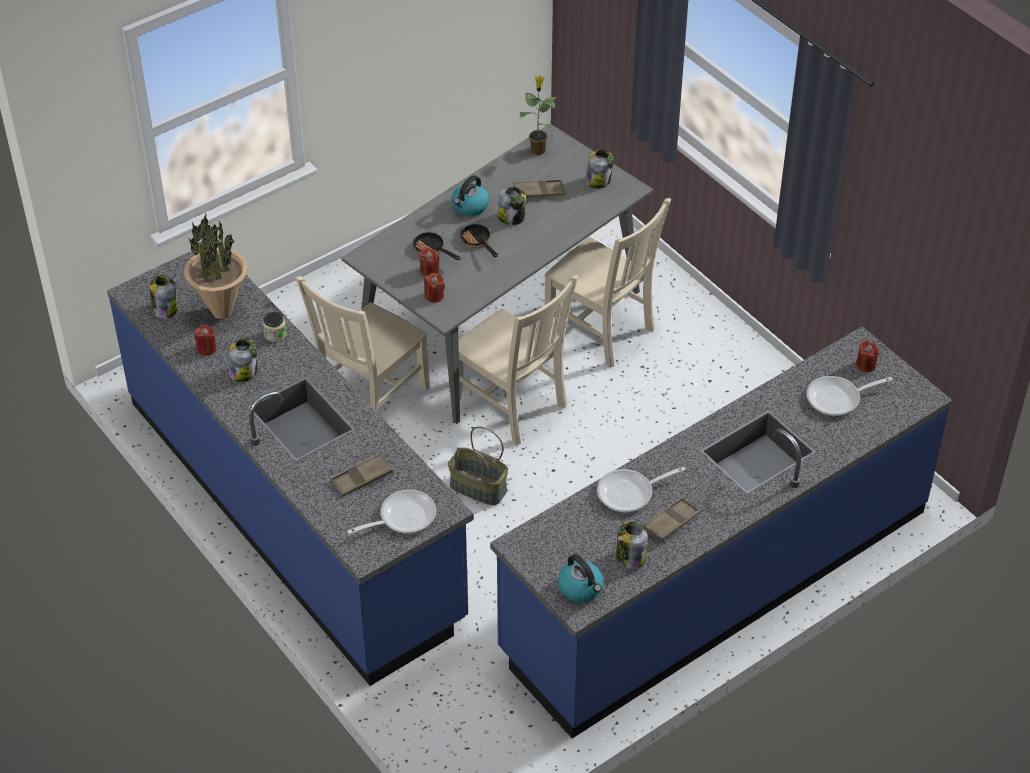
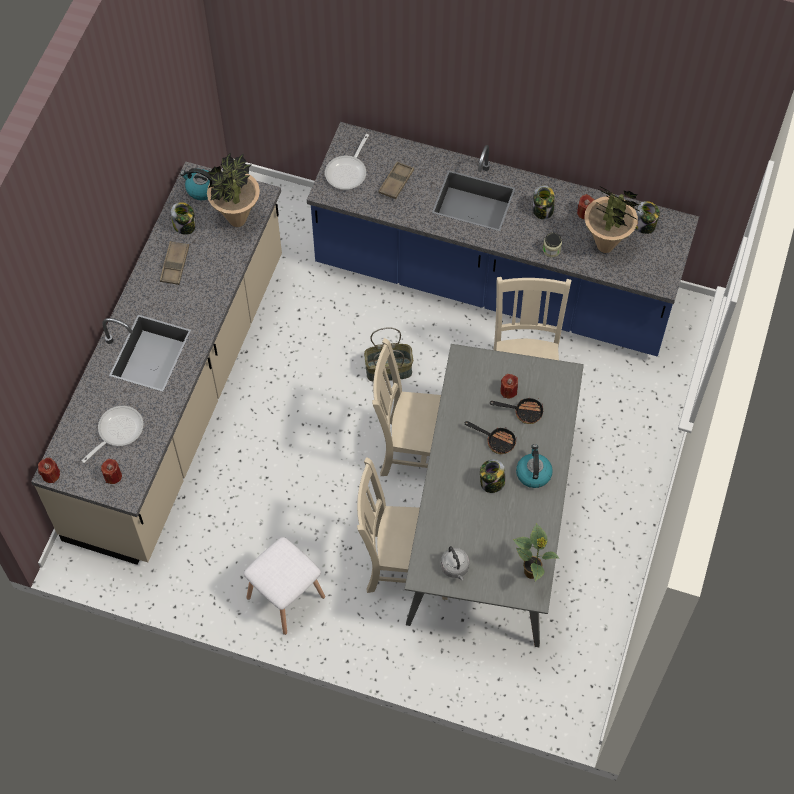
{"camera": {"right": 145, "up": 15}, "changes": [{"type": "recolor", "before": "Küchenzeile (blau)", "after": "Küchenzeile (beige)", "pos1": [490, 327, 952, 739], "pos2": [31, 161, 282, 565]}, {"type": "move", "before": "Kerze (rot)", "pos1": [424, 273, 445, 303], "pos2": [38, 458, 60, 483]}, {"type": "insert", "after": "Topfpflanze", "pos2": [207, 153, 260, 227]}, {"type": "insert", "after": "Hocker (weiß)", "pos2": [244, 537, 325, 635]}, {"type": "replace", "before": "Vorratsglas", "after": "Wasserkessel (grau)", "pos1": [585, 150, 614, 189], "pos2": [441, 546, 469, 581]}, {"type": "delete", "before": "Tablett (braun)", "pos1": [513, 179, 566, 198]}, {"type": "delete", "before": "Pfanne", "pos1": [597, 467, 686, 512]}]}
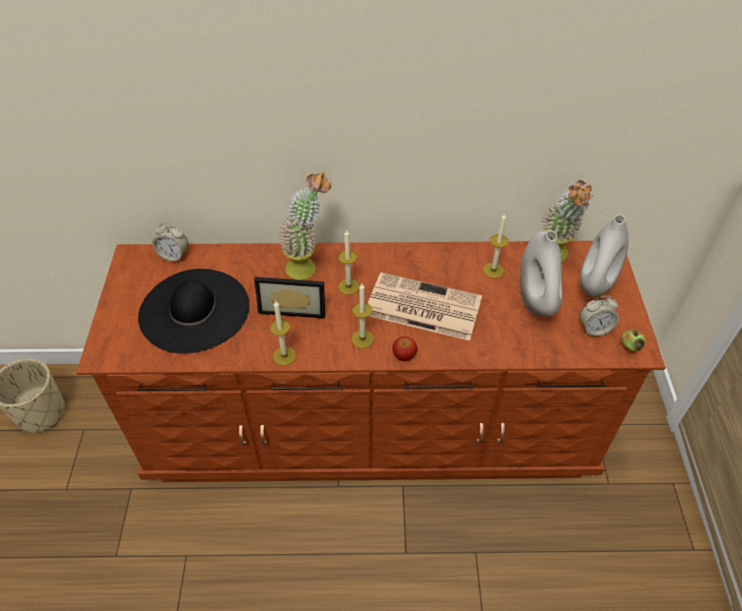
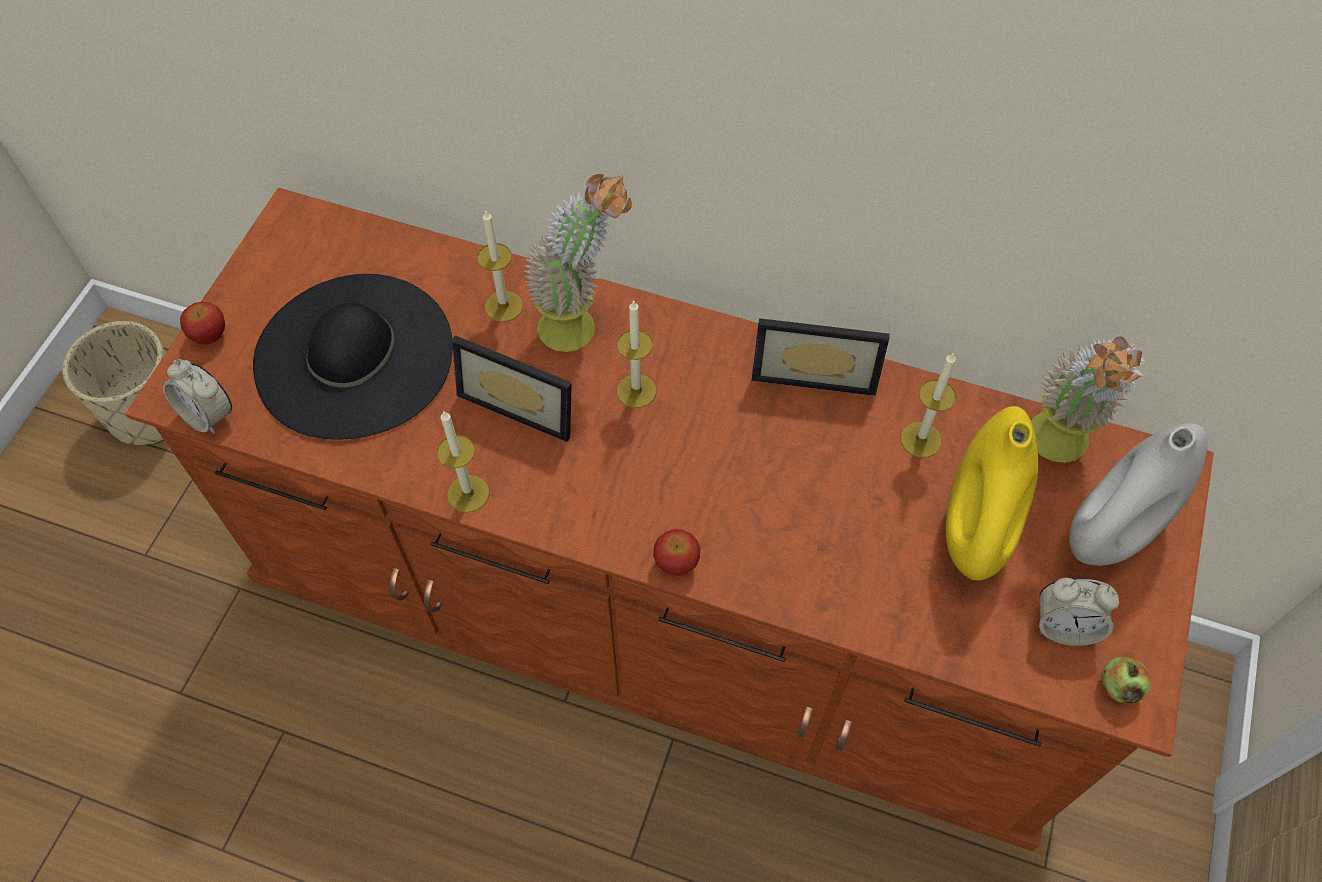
{"camera": {"right": 20, "up": 10}, "changes": [{"type": "move", "before": "Wecker", "pos1": [153, 223, 188, 262], "pos2": [162, 359, 232, 434]}, {"type": "insert", "after": "Apfel", "pos2": [180, 302, 225, 345]}, {"type": "move", "before": "Kerze", "pos1": [352, 284, 374, 348], "pos2": [477, 211, 523, 322]}, {"type": "insert", "after": "Bilderrahmen", "pos2": [752, 318, 890, 396]}, {"type": "recolor", "before": "Vase (weiß)", "after": "Vase (gelb)", "pos1": [520, 230, 562, 317], "pos2": [946, 406, 1038, 581]}, {"type": "delete", "before": "Zeitung", "pos1": [368, 272, 482, 341]}]}
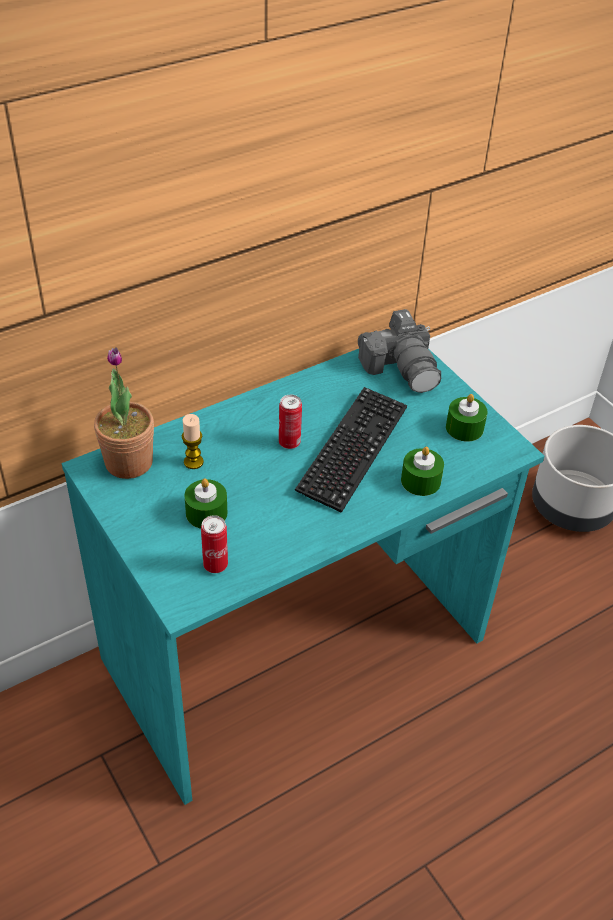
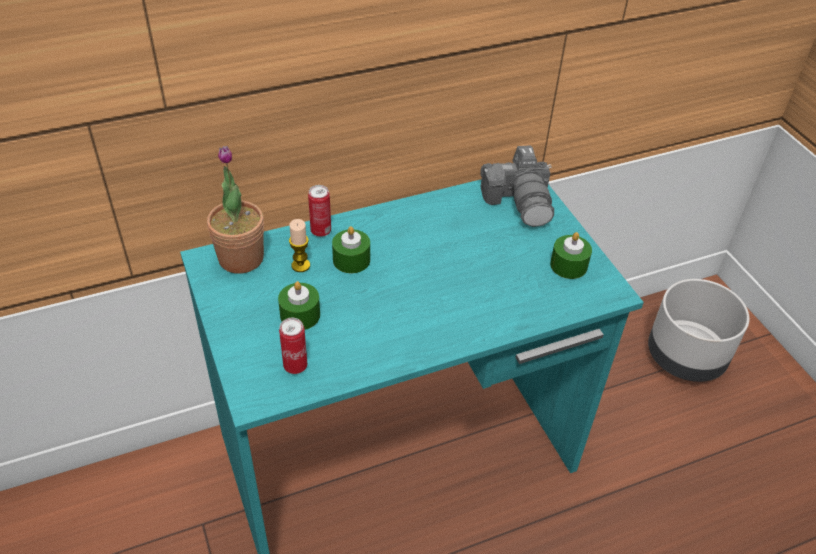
{"camera": {"right": 10, "up": 0}, "changes": [{"type": "move", "before": "Dose", "pos1": [279, 395, 302, 449], "pos2": [308, 185, 331, 237]}, {"type": "move", "before": "Kerze (grün)", "pos1": [401, 447, 444, 496], "pos2": [332, 226, 370, 273]}, {"type": "delete", "before": "Tastatur", "pos1": [295, 387, 407, 513]}]}
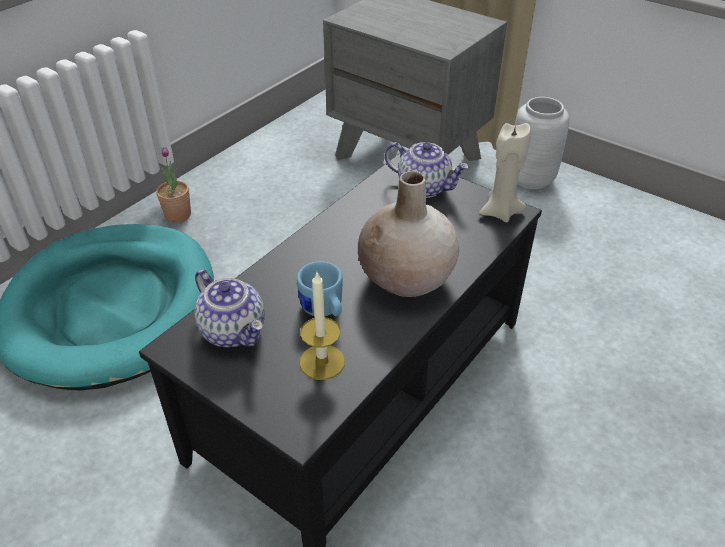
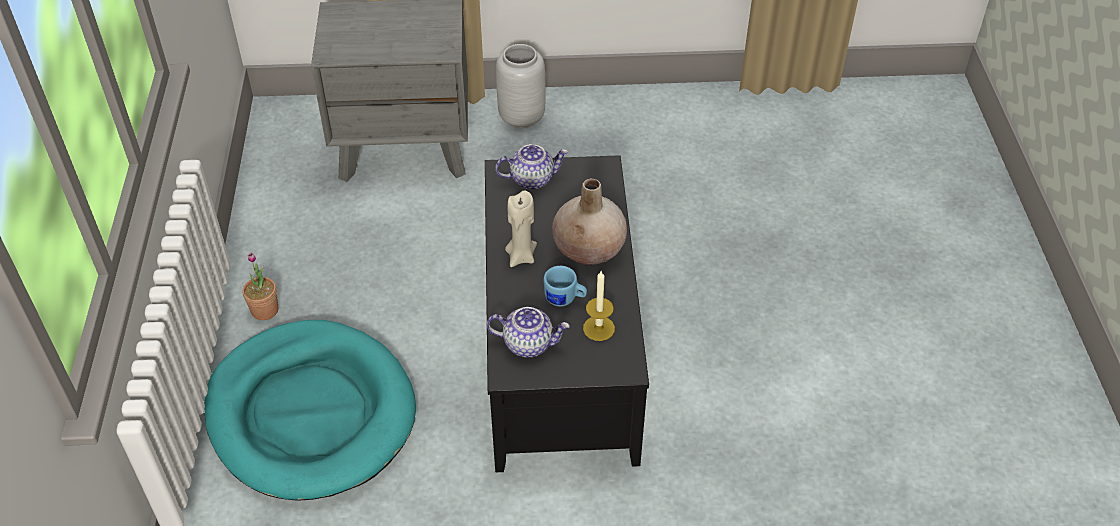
{"camera": {"right": -40, "up": 5}, "changes": [{"type": "move", "before": "Kerze (beige)", "pos1": [479, 123, 531, 222], "pos2": [505, 190, 537, 267]}]}
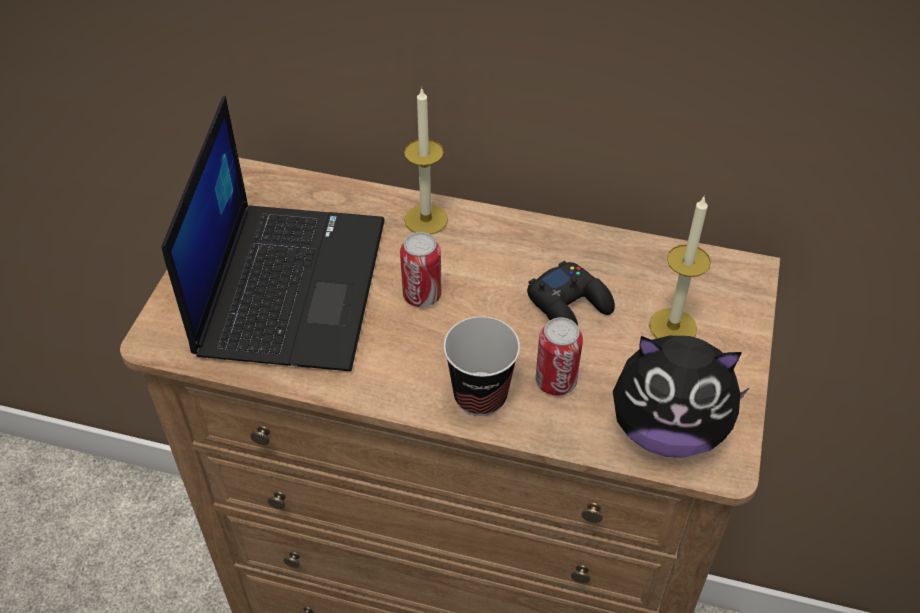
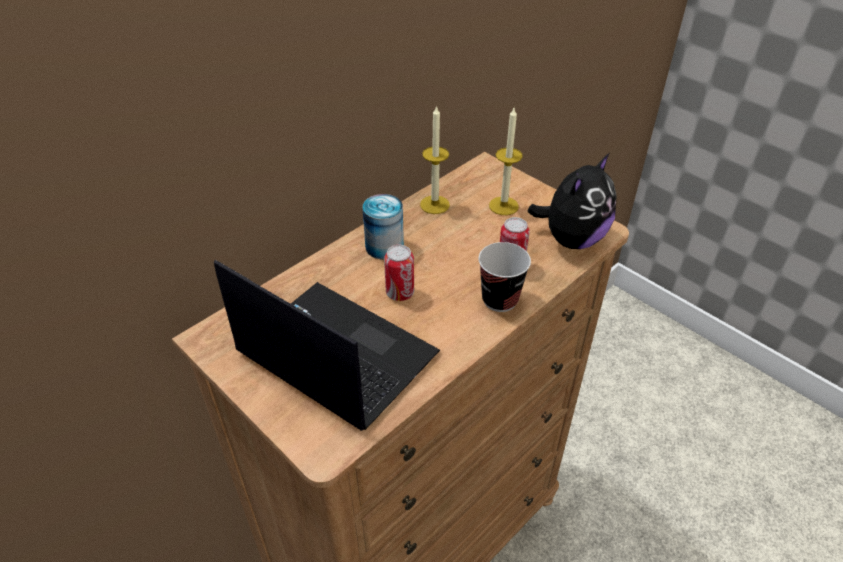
{"camera": {"right": -60, "up": -5}, "changes": [{"type": "insert", "after": "Dose", "pos2": [362, 194, 404, 260]}, {"type": "move", "before": "Kerze", "pos1": [404, 87, 448, 235], "pos2": [420, 105, 450, 214]}, {"type": "delete", "before": "Gamepad (schwarz)", "pos1": [527, 261, 615, 326]}]}
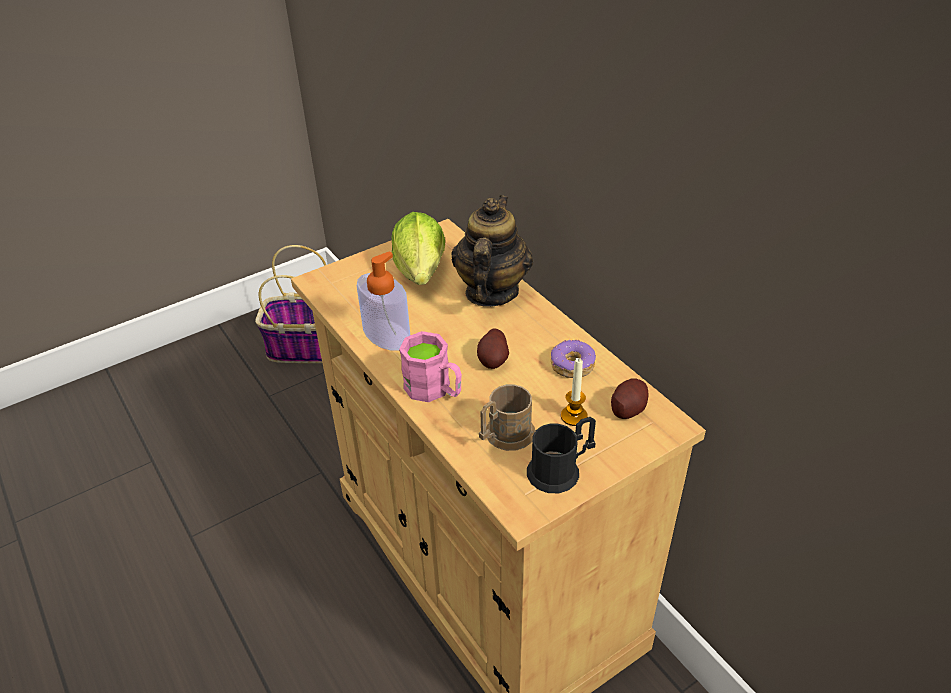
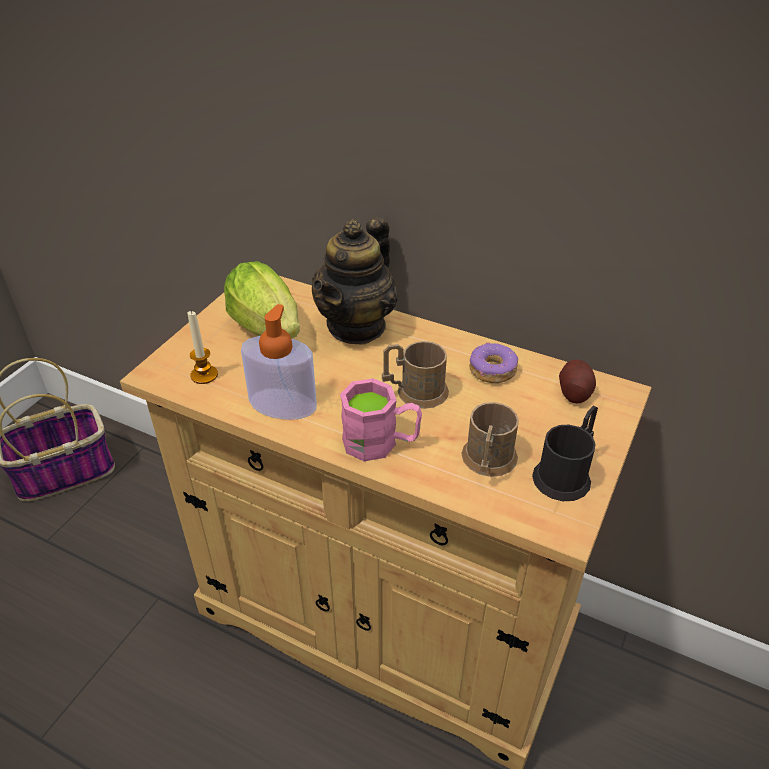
{"camera": {"right": -30, "up": 0}, "changes": [{"type": "move", "before": "Kerze", "pos1": [561, 358, 588, 426], "pos2": [187, 311, 218, 384]}, {"type": "rotate", "before": "Teekanne", "pos1": [452, 195, 533, 307], "pos2": [312, 217, 398, 344], "turn": -135}, {"type": "replace", "before": "Kartoffel", "after": "Henkelbecher (braun)", "pos1": [477, 329, 509, 369], "pos2": [382, 341, 449, 409]}]}
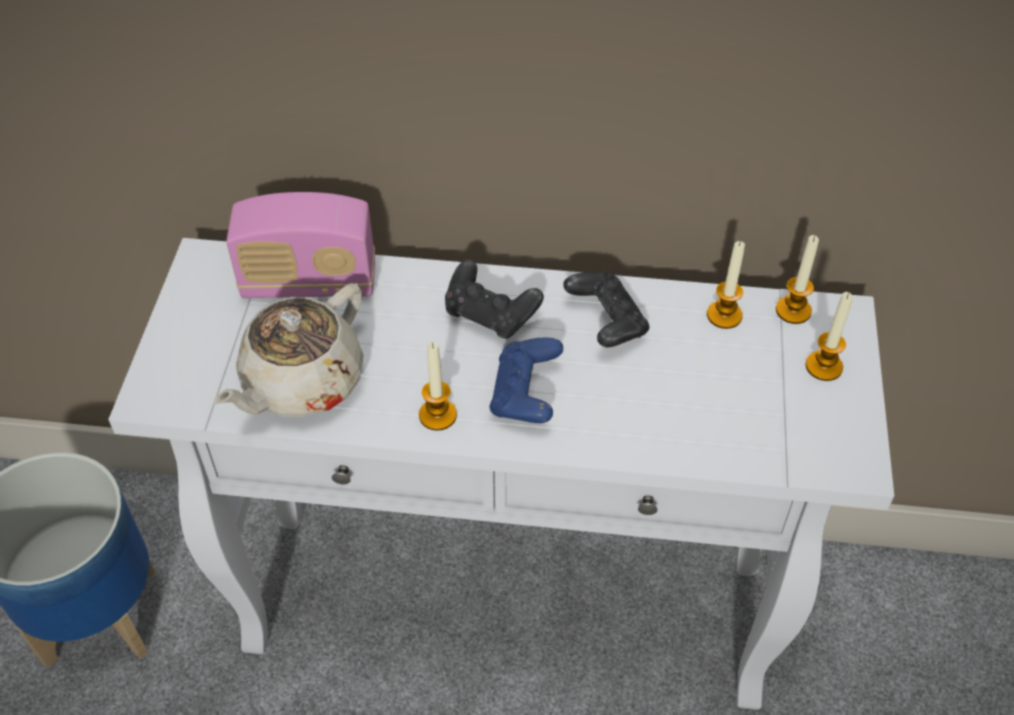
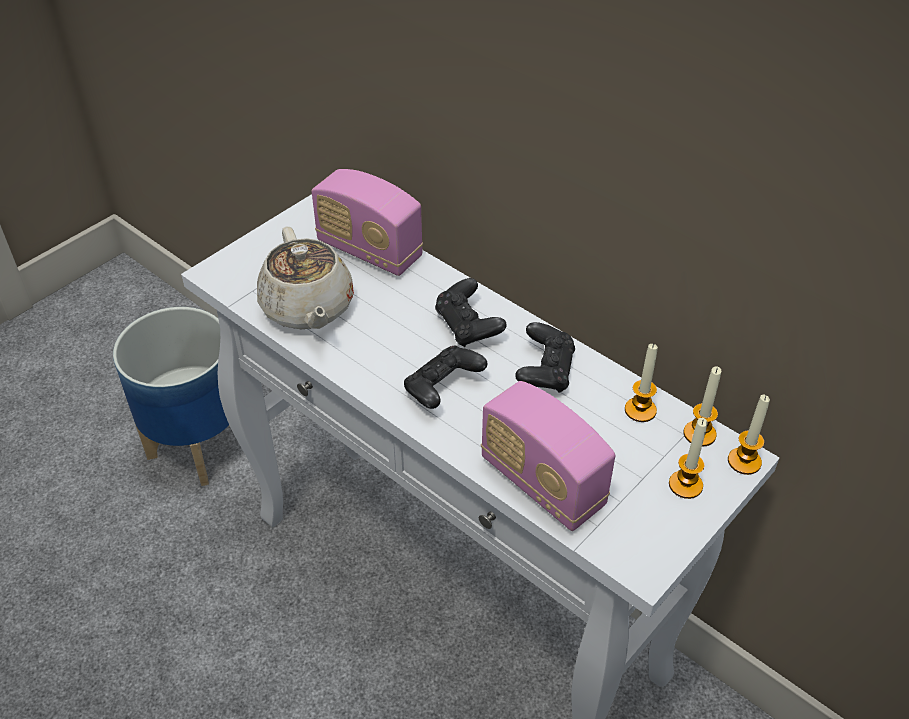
{"camera": {"right": 35, "up": -5}, "changes": [{"type": "rotate", "before": "Teekanne (beige)", "pos1": [214, 283, 364, 417], "pos2": [257, 227, 354, 329], "turn": -90}, {"type": "recolor", "before": "Gamepad (blau)", "after": "Gamepad (schwarz)", "pos1": [489, 338, 563, 423], "pos2": [404, 346, 487, 409]}, {"type": "insert", "after": "Radio", "pos2": [481, 381, 615, 531]}, {"type": "move", "before": "Kerze", "pos1": [419, 342, 457, 431], "pos2": [728, 395, 770, 475]}]}
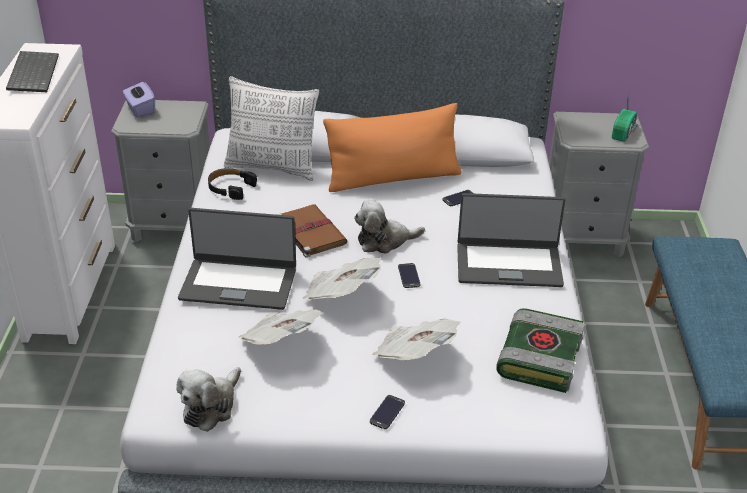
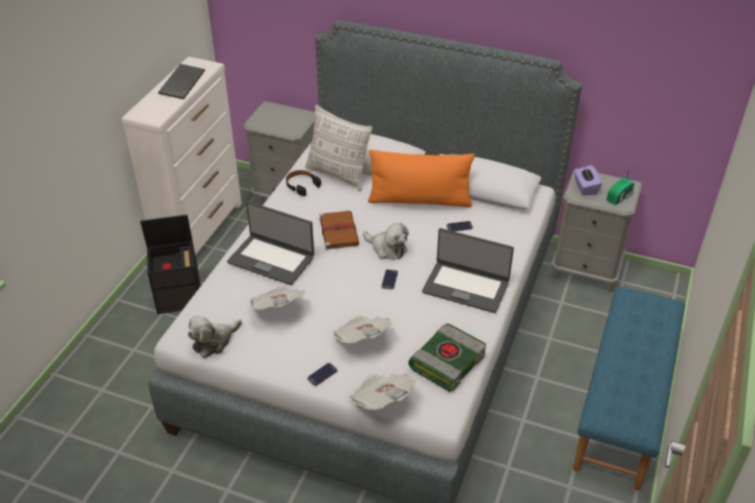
{"camera": {"right": 20, "up": 5}, "changes": [{"type": "insert", "after": "Aufbewahrungsbox (schwarz)", "pos2": [140, 215, 201, 314]}, {"type": "move", "before": "Zeitung", "pos1": [303, 258, 382, 300], "pos2": [349, 374, 416, 410]}, {"type": "rotate", "before": "Plüschtier", "pos1": [354, 200, 425, 254], "pos2": [363, 223, 409, 260], "turn": -150}, {"type": "move", "before": "Taschentuchbox (lila)", "pos1": [123, 82, 155, 117], "pos2": [574, 165, 602, 195]}]}
